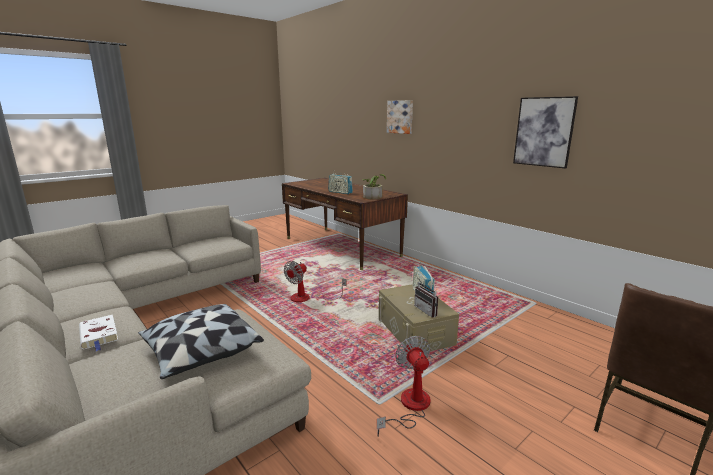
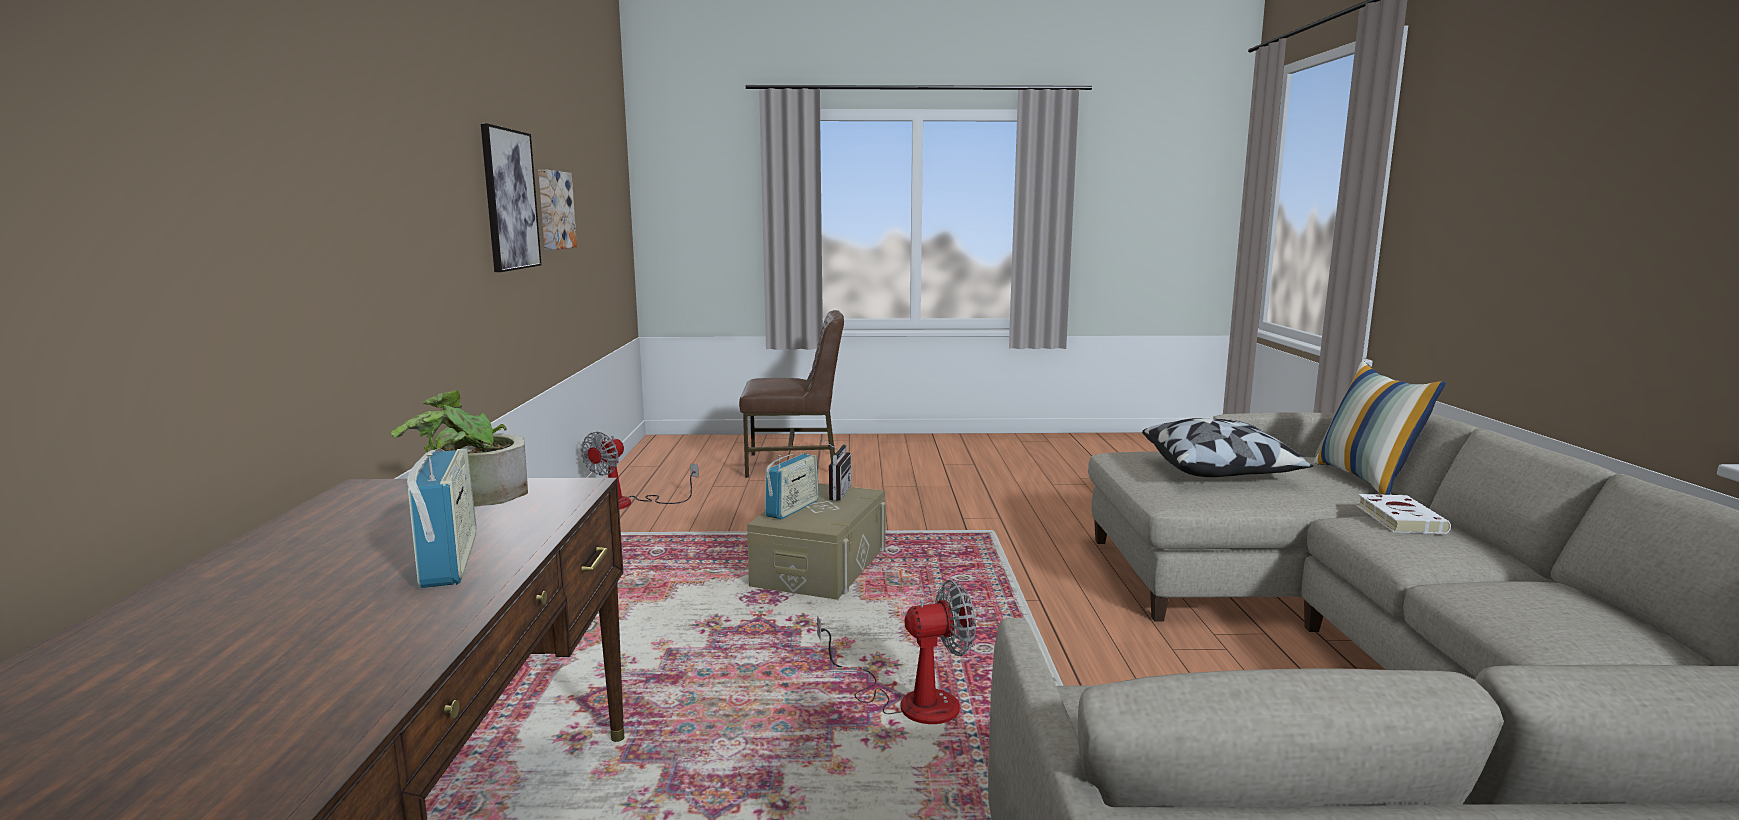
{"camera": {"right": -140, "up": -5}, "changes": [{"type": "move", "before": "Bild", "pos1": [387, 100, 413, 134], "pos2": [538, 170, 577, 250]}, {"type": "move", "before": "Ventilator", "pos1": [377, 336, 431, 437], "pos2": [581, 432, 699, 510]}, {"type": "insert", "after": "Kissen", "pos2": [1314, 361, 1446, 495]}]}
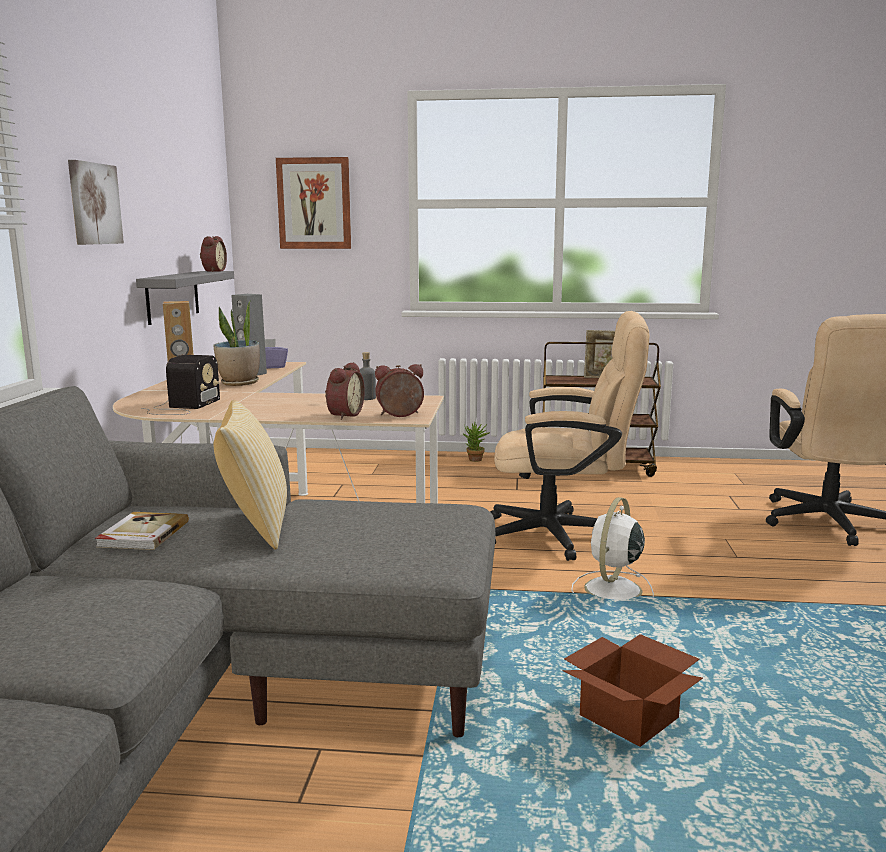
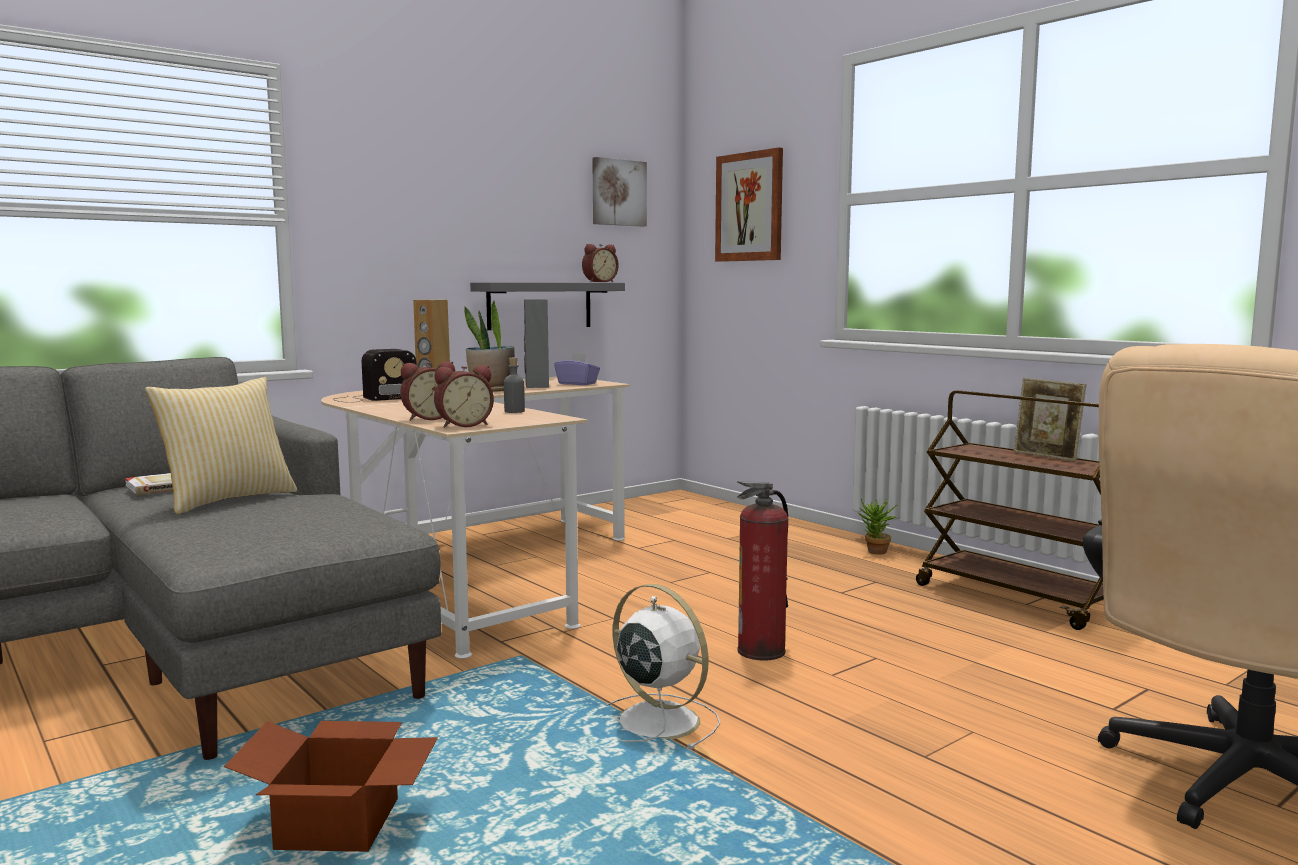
{"camera": {"right": 45, "up": -5}, "changes": [{"type": "rotate", "before": "Wecker", "pos1": [375, 364, 424, 417], "pos2": [434, 365, 494, 428], "turn": 120}, {"type": "move", "before": "Bild", "pos1": [68, 160, 124, 245], "pos2": [592, 157, 647, 227]}, {"type": "rotate", "before": "Ventilator (weiß)", "pos1": [571, 497, 654, 600], "pos2": [605, 584, 720, 750], "turn": 60}, {"type": "replace", "before": "Bürostuhl (beige)", "after": "Feuerlöscher", "pos1": [490, 311, 649, 561], "pos2": [737, 481, 788, 660]}]}
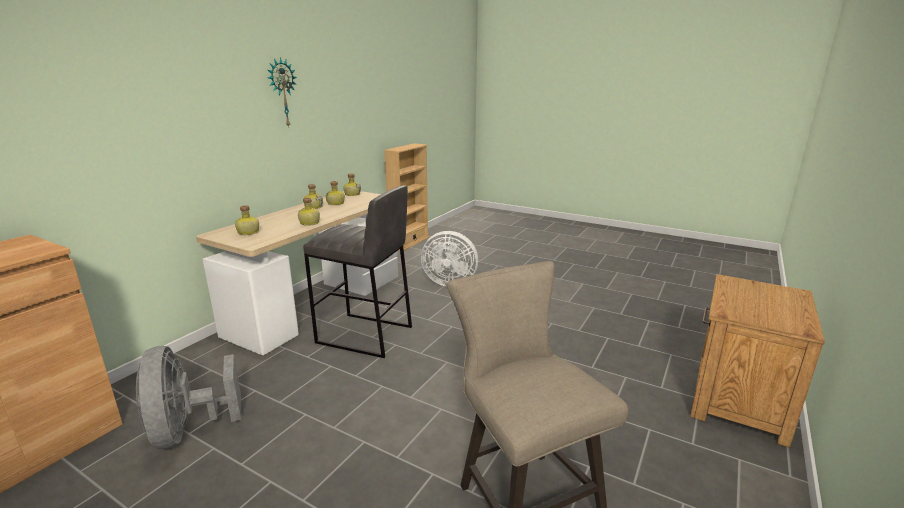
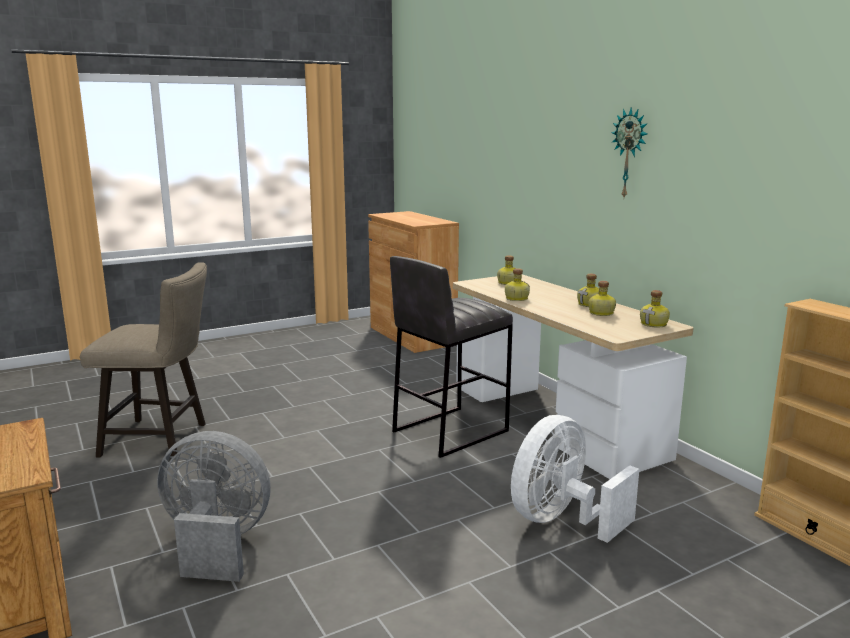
{"camera": {"right": 120, "up": -5}, "changes": [{"type": "move", "before": "Ventilator (grau)", "pos1": [135, 346, 241, 449], "pos2": [157, 431, 271, 582]}]}
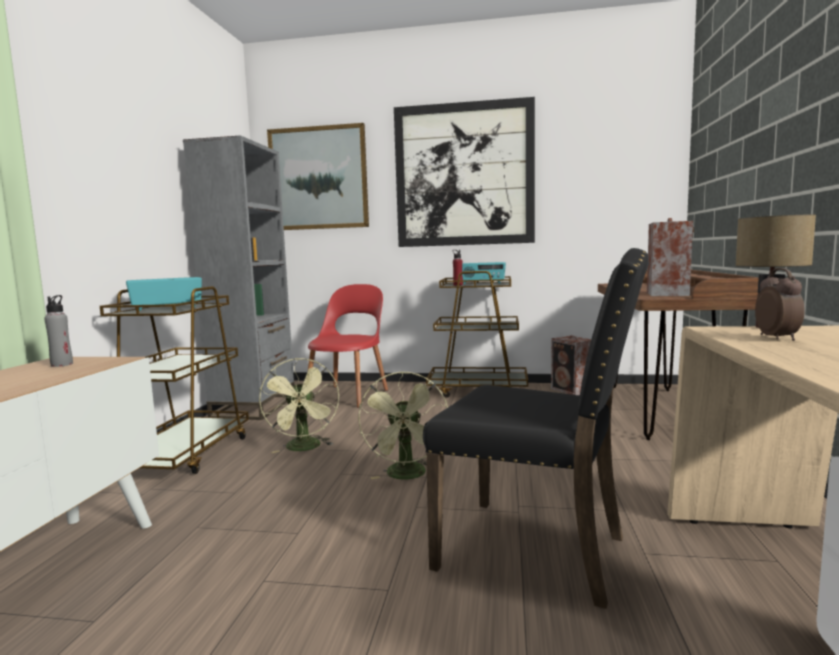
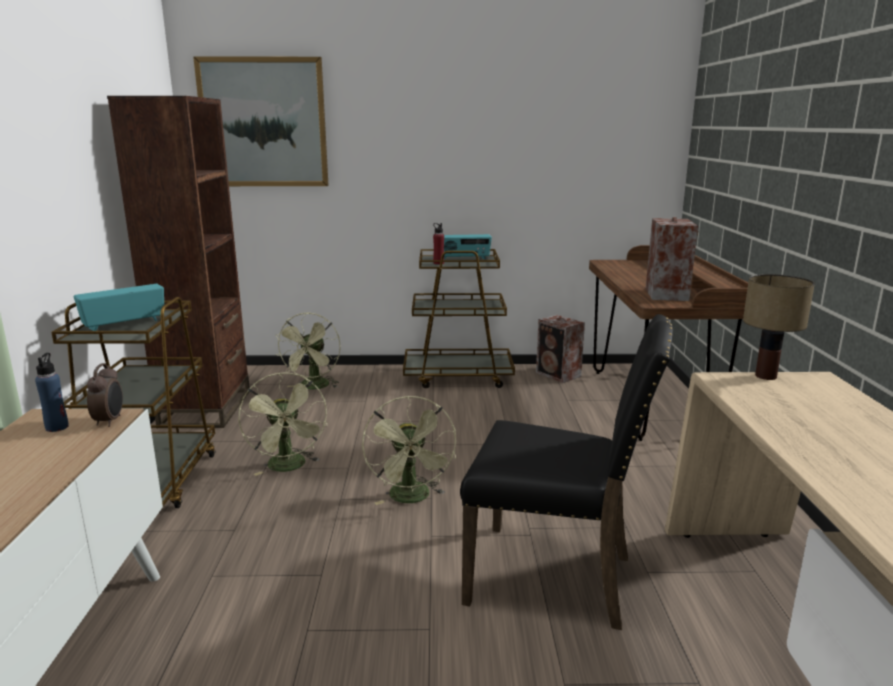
{"camera": {"right": -10, "up": 10}, "changes": [{"type": "recolor", "before": "Flasche (grau)", "after": "Flasche (blau)", "pos1": [44, 295, 73, 367], "pos2": [35, 353, 69, 432]}, {"type": "move", "before": "Wecker", "pos1": [755, 268, 805, 341], "pos2": [87, 363, 123, 427]}, {"type": "recolor", "before": "Bücherregal (grau)", "after": "Bücherregal (braun)", "pos1": [183, 135, 295, 420], "pos2": [107, 96, 250, 428]}, {"type": "replace", "before": "Stuhl (rot)", "after": "Ventilator (grün)", "pos1": [307, 284, 388, 408], "pos2": [275, 312, 341, 389]}, {"type": "delete", "before": "Bild", "pos1": [394, 97, 535, 247]}]}
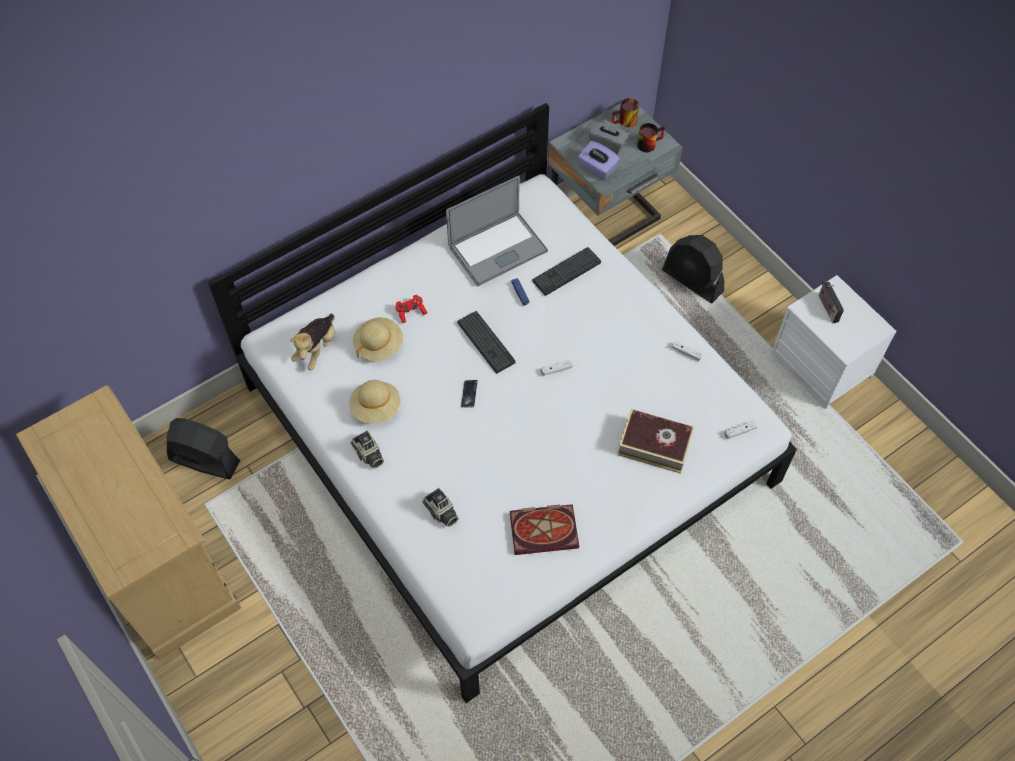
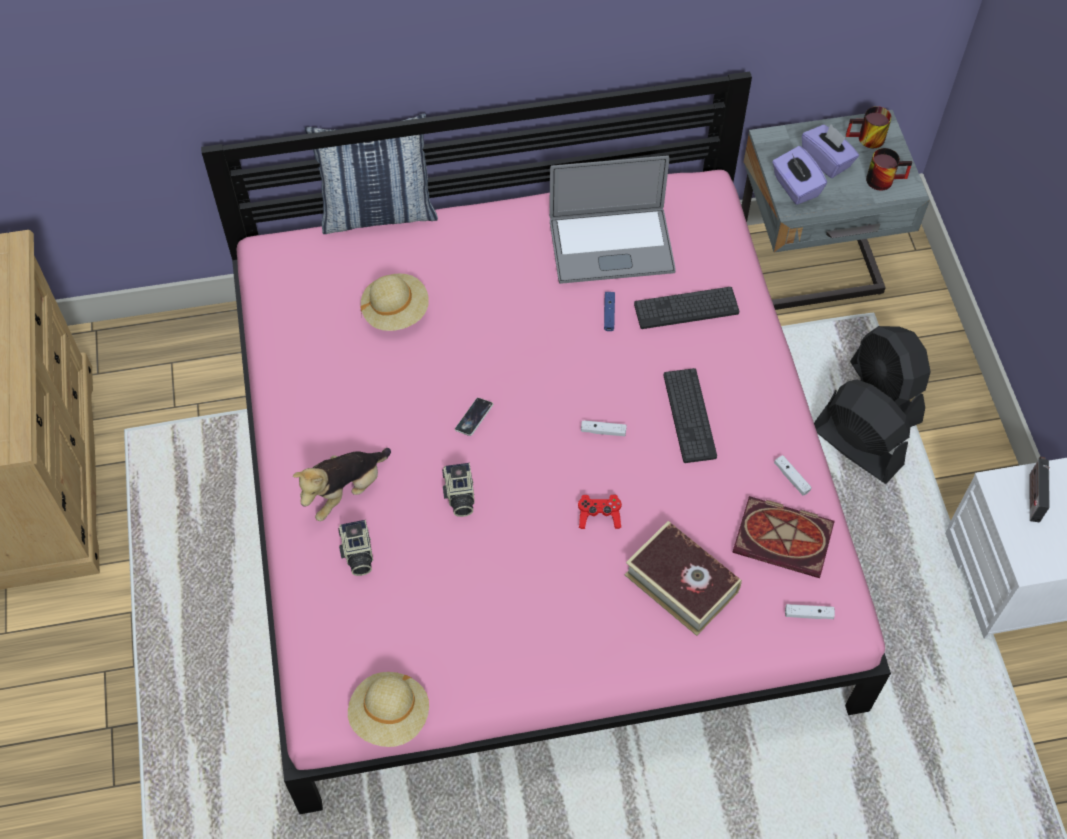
{"camera": {"right": 25, "up": 0}, "changes": [{"type": "recolor", "before": "Bett (weiß)", "after": "Bett (rosa)", "pos1": [208, 103, 797, 703], "pos2": [201, 71, 891, 814]}, {"type": "move", "before": "Plüschtier", "pos1": [290, 314, 335, 370], "pos2": [293, 448, 391, 521]}, {"type": "insert", "after": "Kissen", "pos2": [305, 113, 438, 234]}, {"type": "move", "before": "Hut (beige)", "pos1": [349, 380, 401, 423], "pos2": [348, 672, 429, 747]}, {"type": "move", "before": "Kamera", "pos1": [351, 430, 384, 469], "pos2": [442, 463, 475, 517]}, {"type": "move", "before": "Gamepad (rot)", "pos1": [395, 295, 428, 323], "pos2": [578, 495, 622, 529]}, {"type": "move", "before": "Tastatur", "pos1": [457, 311, 516, 373], "pos2": [664, 368, 717, 463]}, {"type": "move", "before": "Buch", "pos1": [510, 504, 579, 555], "pos2": [732, 496, 835, 578]}, {"type": "recolor", "before": "Taschentuchbox (grau)", "after": "Taschentuchbox (lila)", "pos1": [588, 120, 629, 154], "pos2": [802, 124, 859, 178]}, {"type": "move", "before": "Ventilator (schwarz)", "pos1": [167, 418, 240, 479], "pos2": [814, 379, 910, 484]}]}
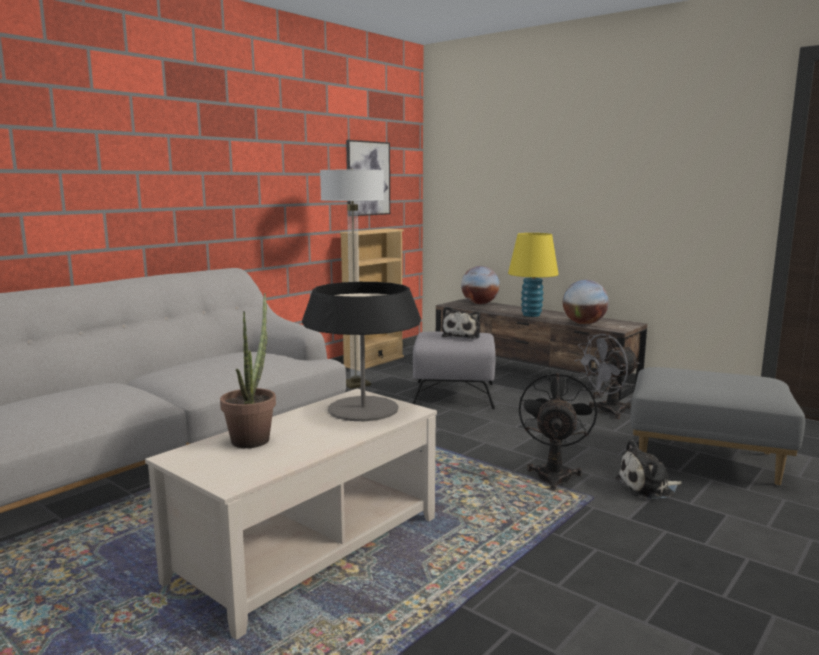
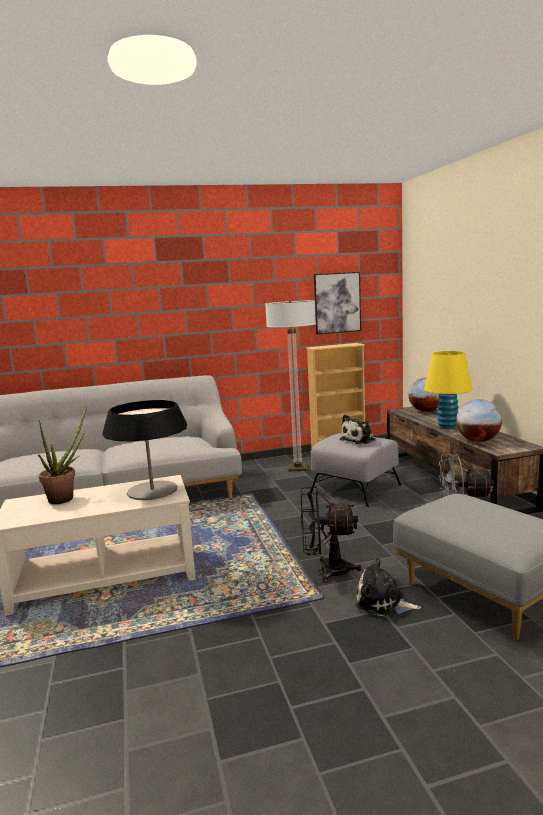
{"camera": {"right": 35, "up": 0}, "changes": [{"type": "rotate", "before": "Ventilator (schwarz)", "pos1": [519, 371, 597, 491], "pos2": [301, 487, 362, 583], "turn": -135}]}
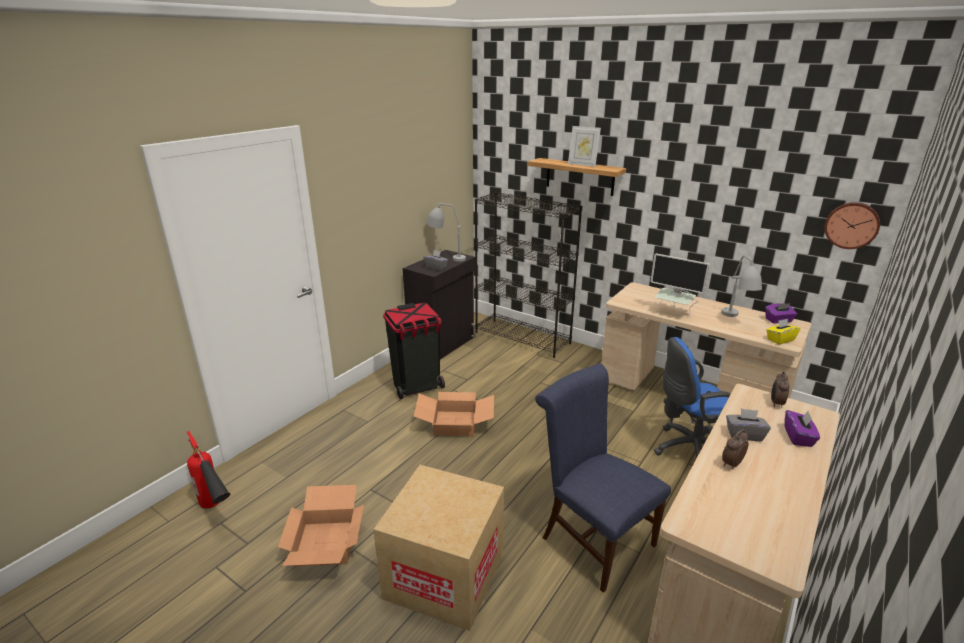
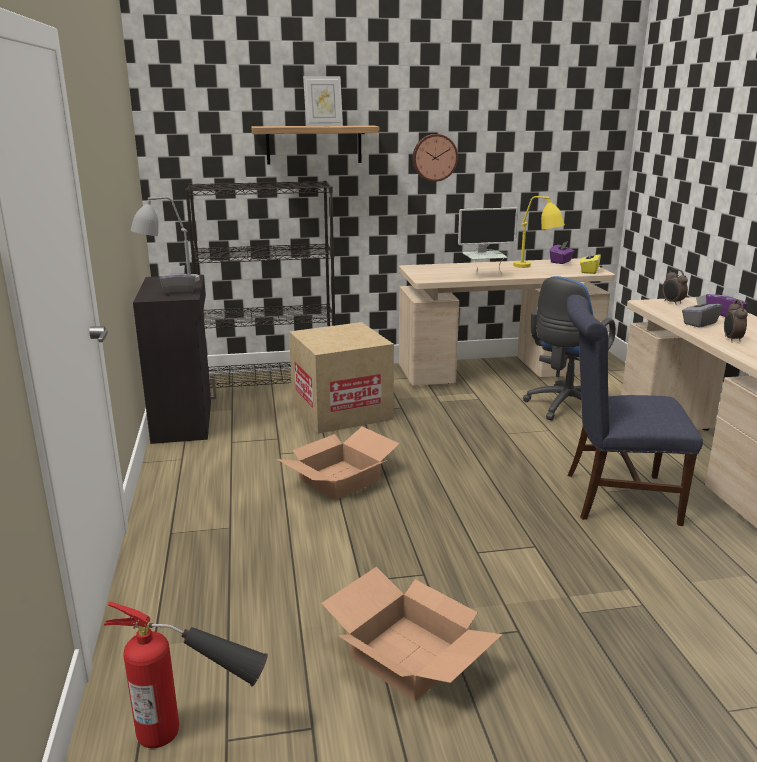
{"camera": {"right": -45, "up": -5}, "changes": [{"type": "move", "before": "Karton", "pos1": [373, 465, 504, 631], "pos2": [289, 322, 394, 434]}, {"type": "move", "before": "Wanduhr", "pos1": [824, 202, 880, 249], "pos2": [412, 134, 458, 182]}, {"type": "recolor", "before": "Tischlampe (grau)", "after": "Tischlampe (gelb)", "pos1": [721, 255, 762, 317], "pos2": [513, 196, 565, 268]}, {"type": "delete", "before": "Mülleimer (schwarz)", "pos1": [383, 303, 445, 399]}]}
